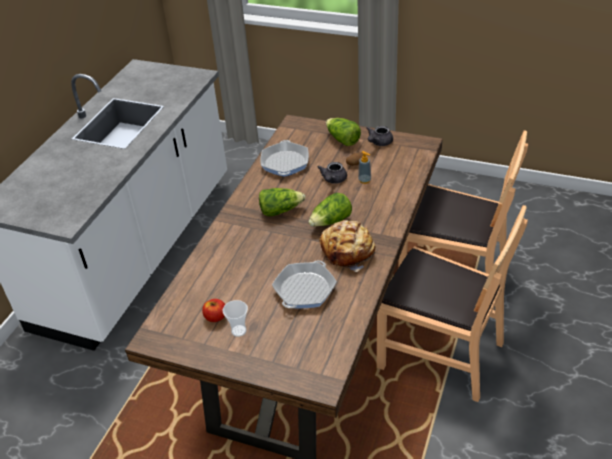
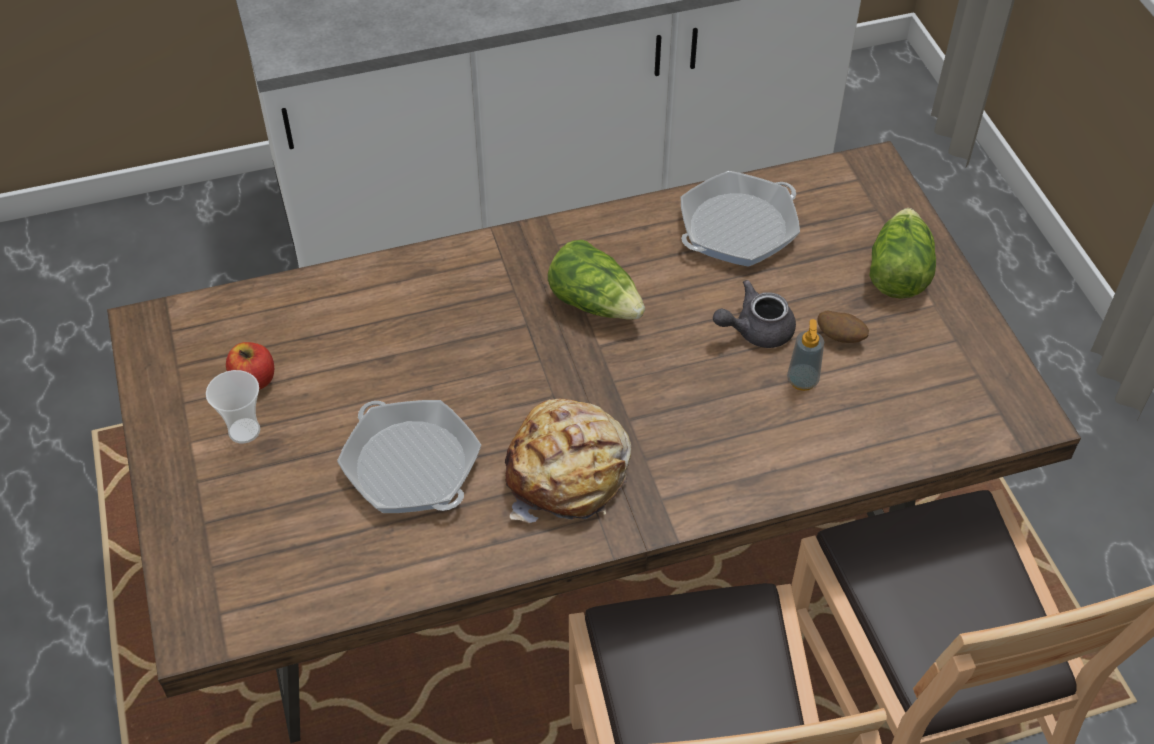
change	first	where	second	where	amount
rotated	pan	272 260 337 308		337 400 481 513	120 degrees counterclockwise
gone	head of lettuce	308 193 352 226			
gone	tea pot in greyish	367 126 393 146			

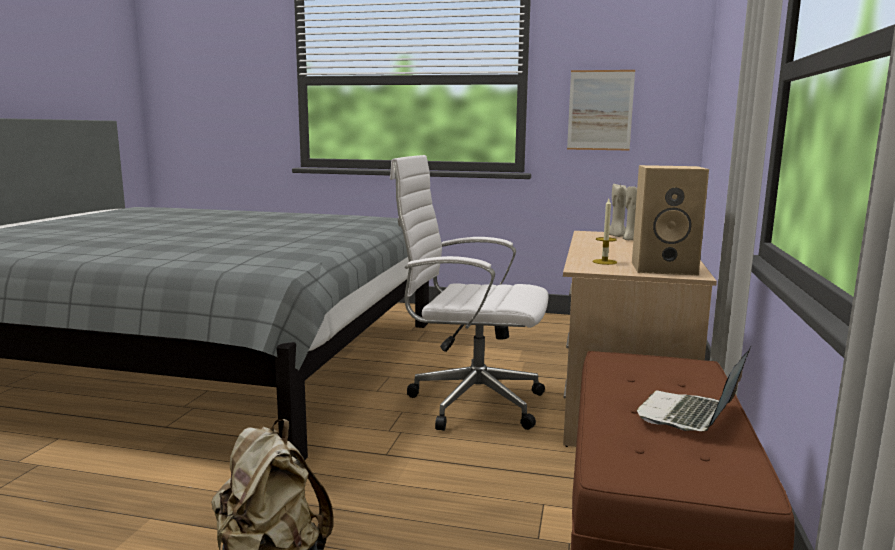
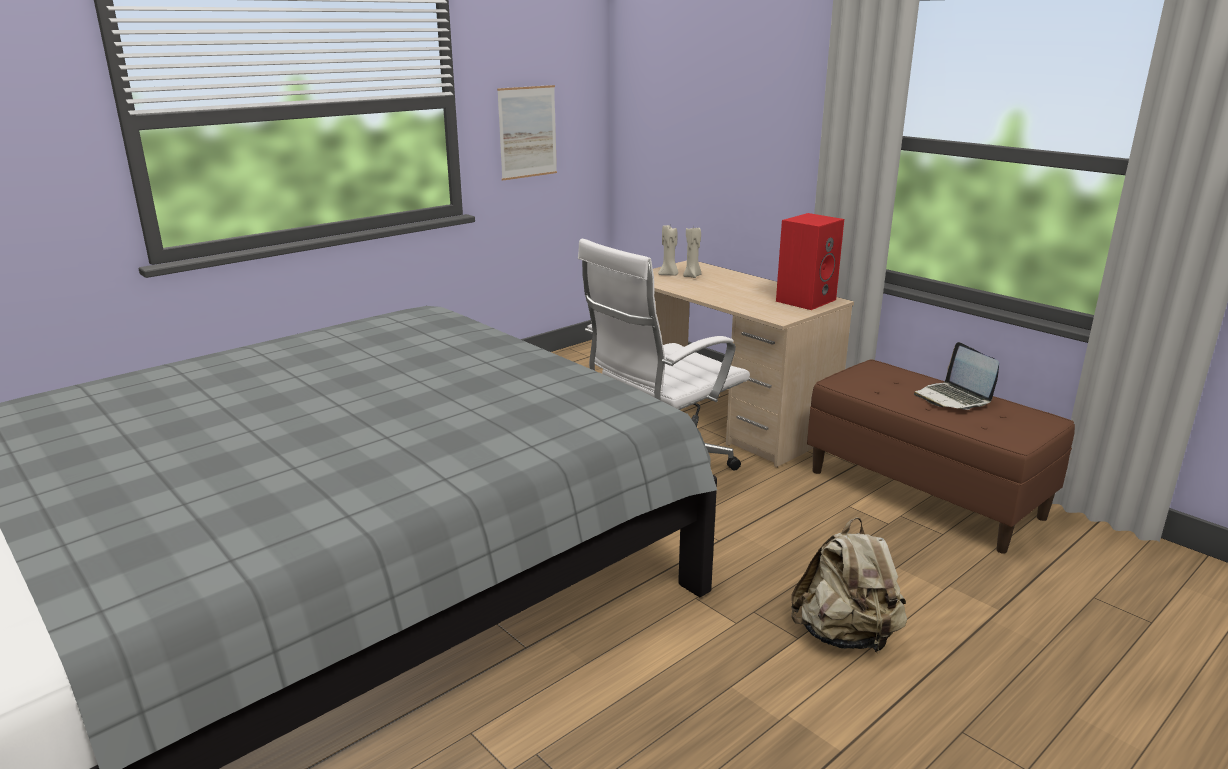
change	first	where	second	where	amount
repainted	speaker in sand-coloured	632 165 709 275	speaker in red-coloured	776 213 844 310	
gone	wax light	593 199 617 265			

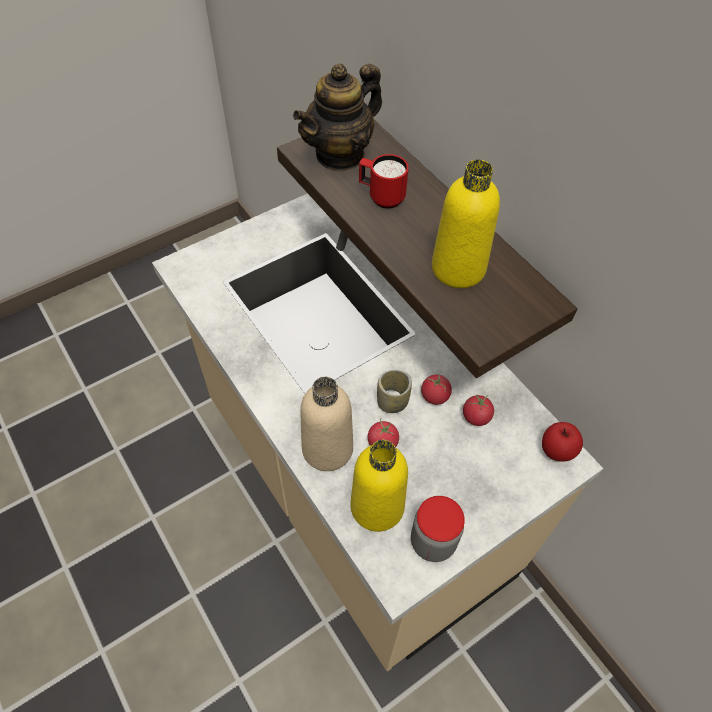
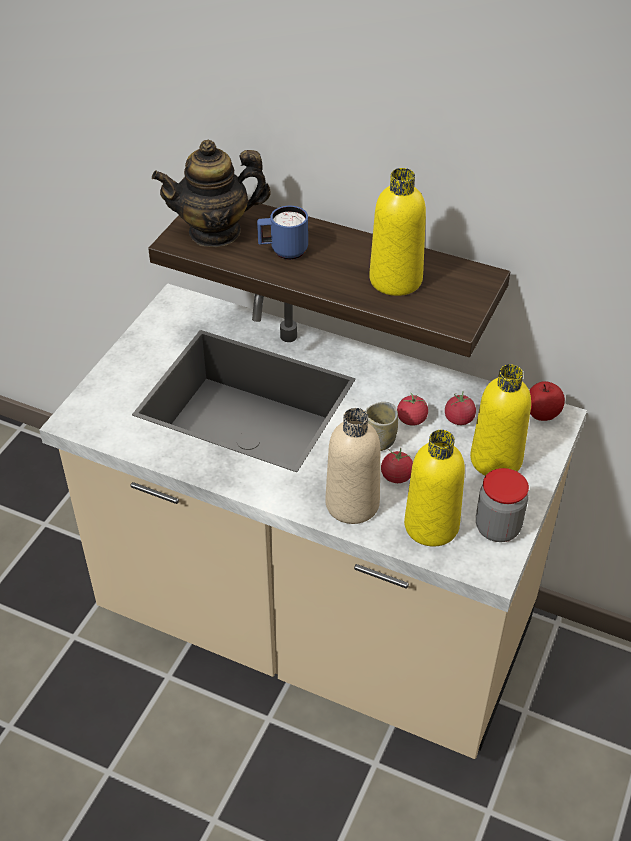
change	first	where	second	where	amount
rotated	tea pot	293 64 382 172		152 140 271 247	60 degrees clockwise
repainted	tea mug in red-coloured	359 154 409 209	tea mug in blue-coloured	257 206 308 260	
new			bottle in yellow-coloured	470 364 531 476	

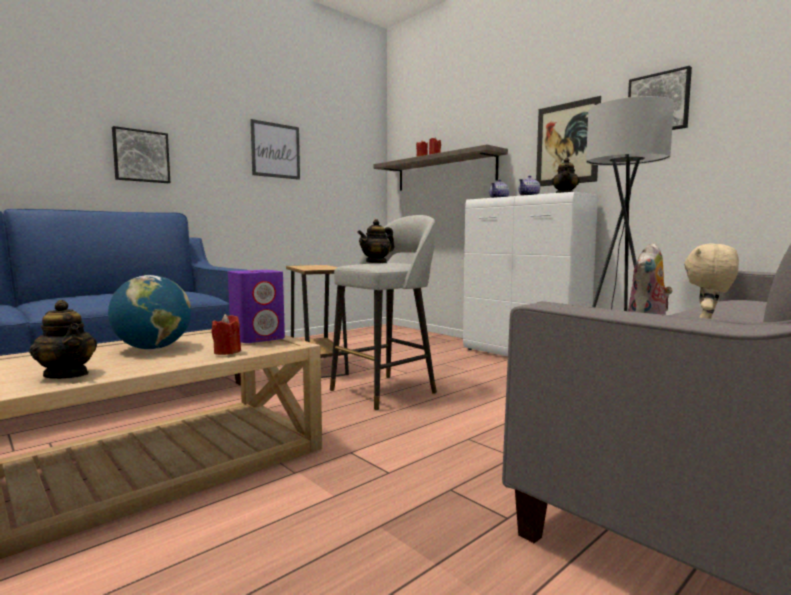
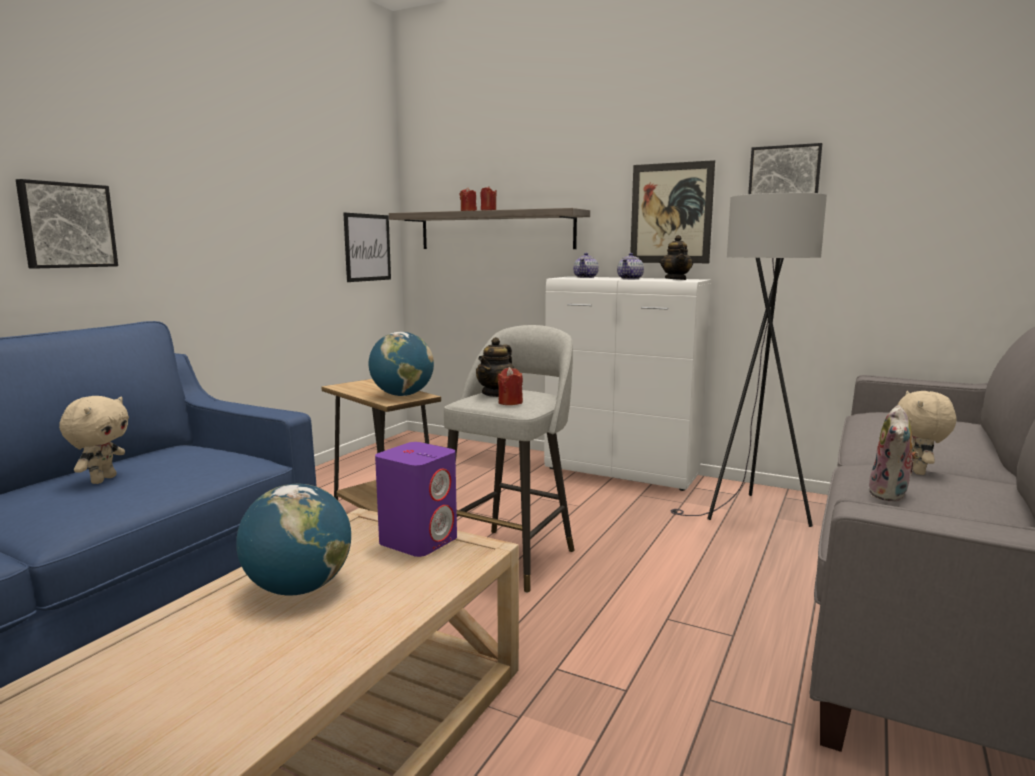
change	first	where	second	where	amount
new			plush toy in sand-coloured	59 396 129 484	
shifted	wall art	250 119 300 180		343 213 391 282	
new			globe	369 332 434 396	
shifted	wax light in red-coloured	211 314 241 355		498 367 523 405	
gone	tea pot	29 300 97 379			

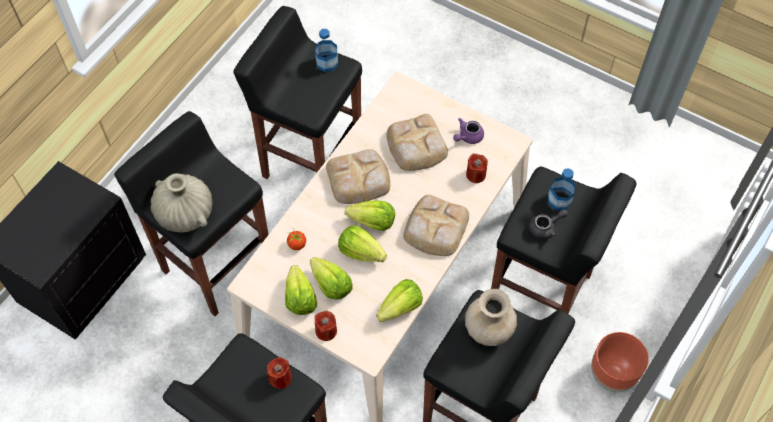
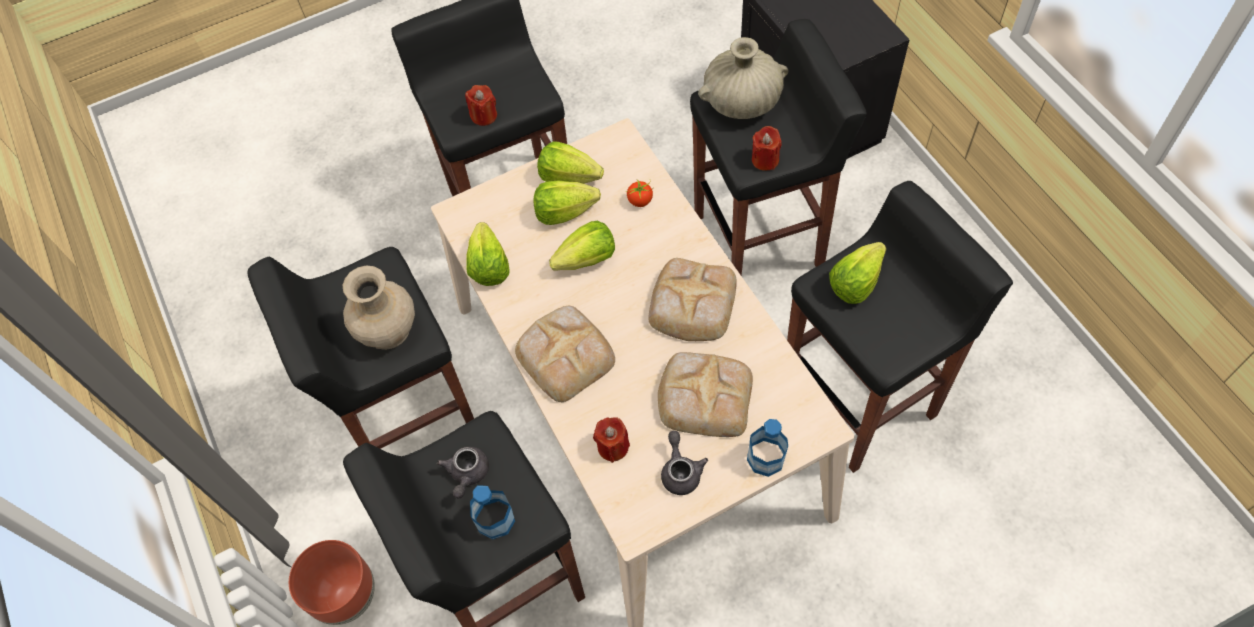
change	first	where	second	where	amount
repainted	tea pot in purple	453 118 484 144	tea pot in greyish	661 431 708 495	
shifted	bottle	315 29 338 72		747 419 788 477	
shifted	wax light in red-coloured	315 311 337 341		752 126 782 171	
shifted	head of lettuce	345 200 395 231		829 242 887 304	

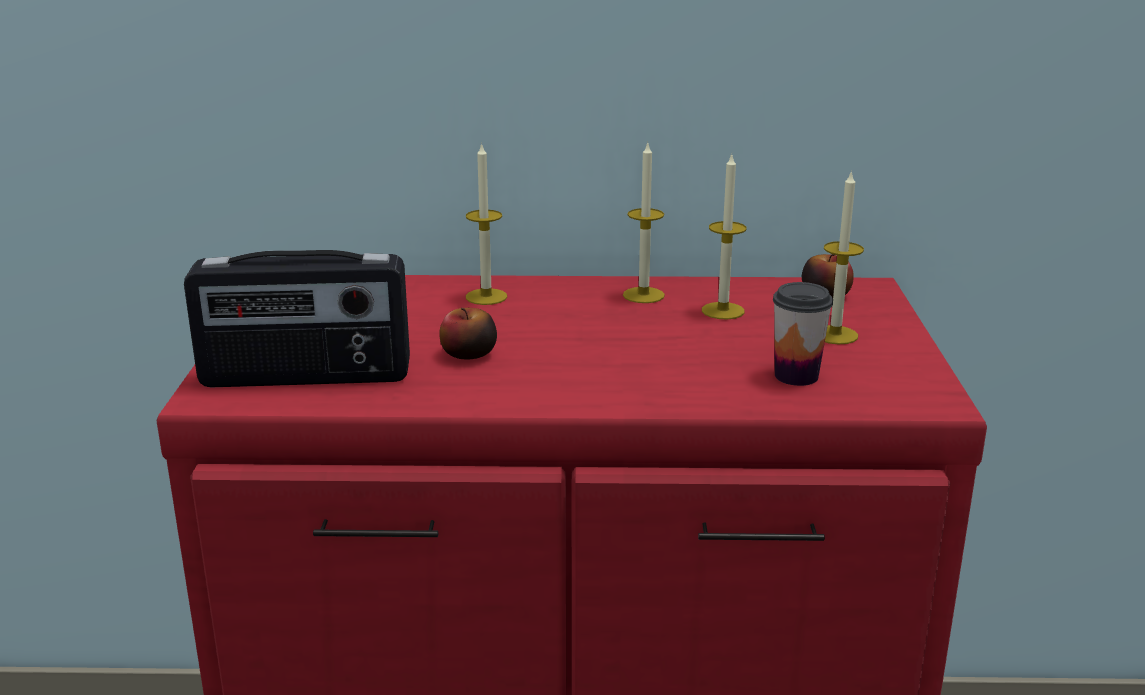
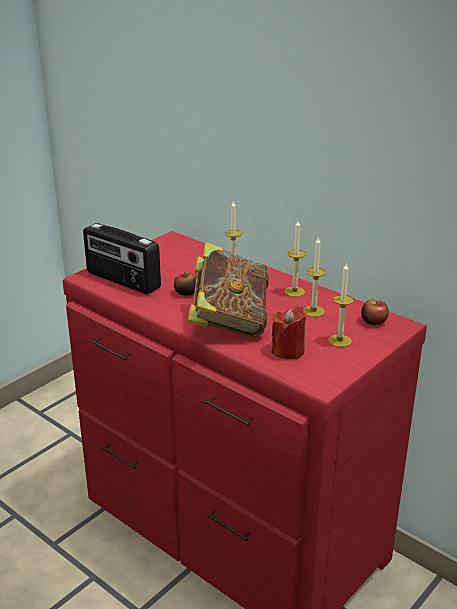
change	first	where	second	where	amount
new			book	188 242 269 338	
swapped	small cup	773 282 833 386	wax light in red-coloured	272 309 306 359	

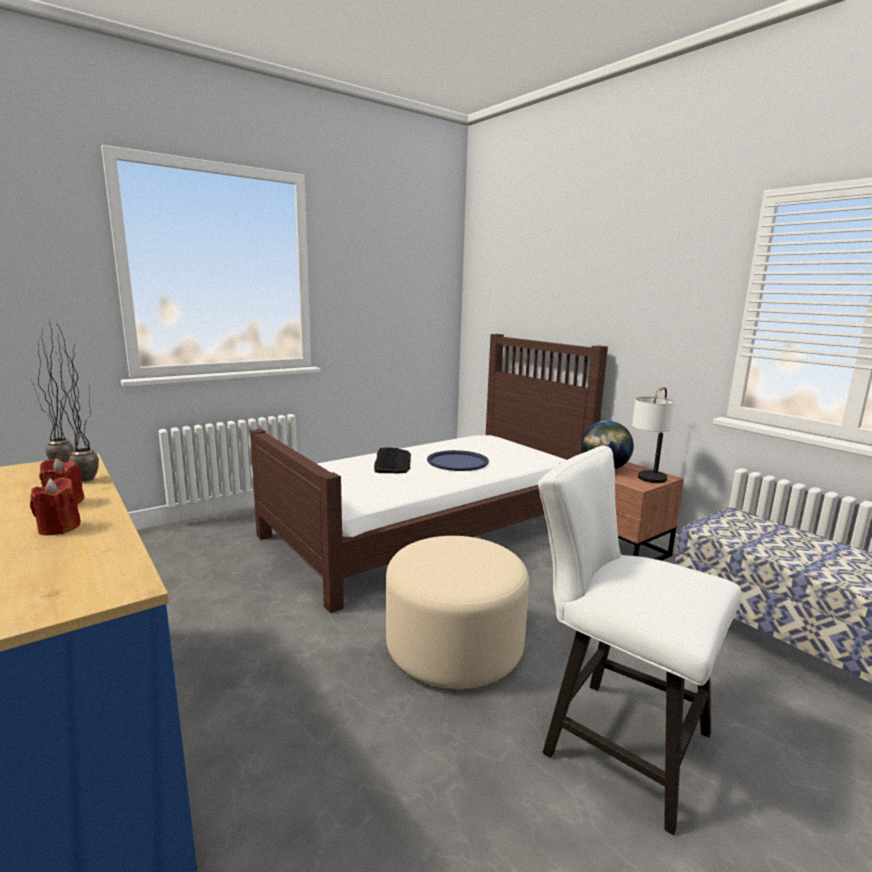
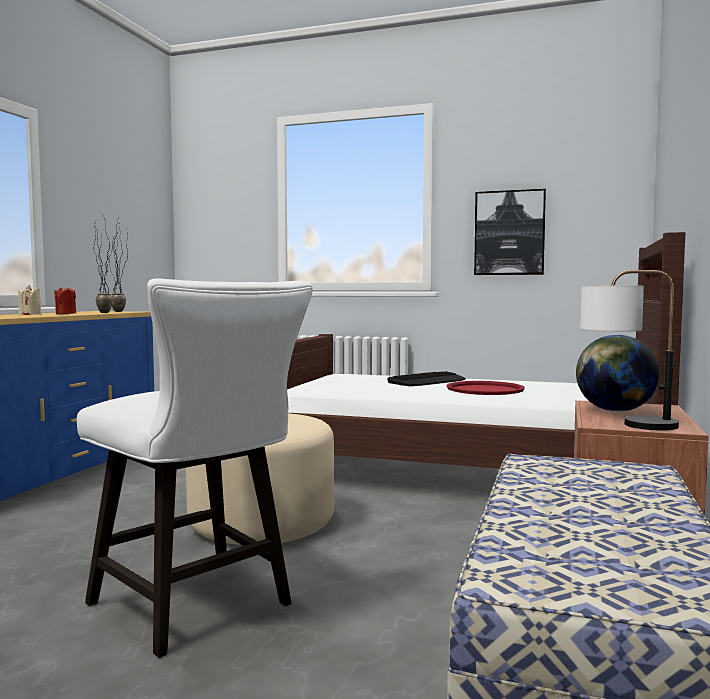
change	first	where	second	where	amount
repainted	wax light in red-coloured	30 477 81 535	wax light in sand-coloured	18 285 42 315	
rotated	chair in white	538 446 742 835		77 278 313 658	135 degrees clockwise
repainted	carrying tray in blue-coloured	427 450 489 471	carrying tray in red-coloured	447 381 525 395	
new			wall art	474 189 546 275	

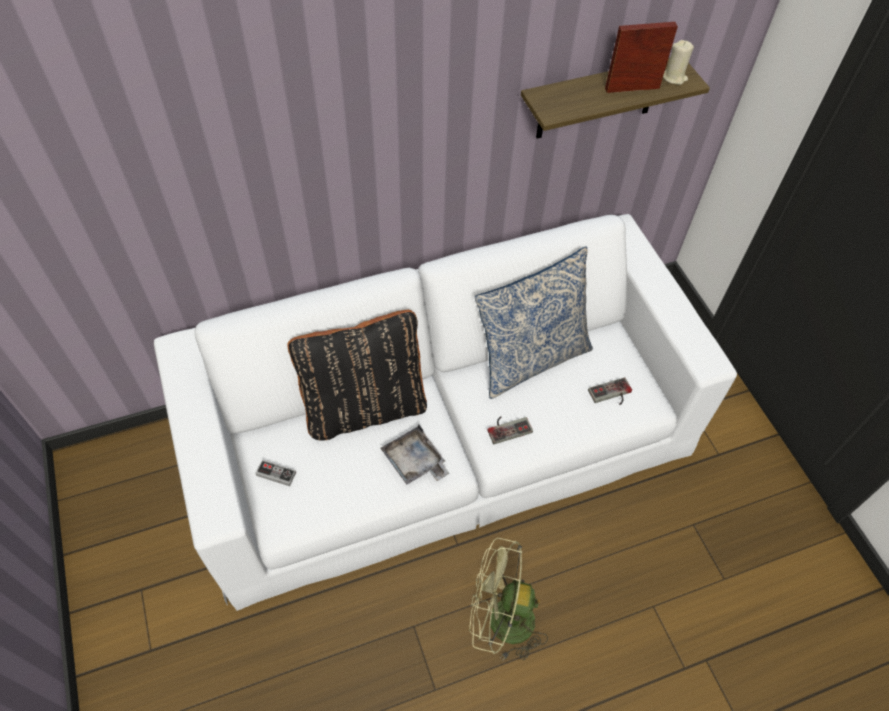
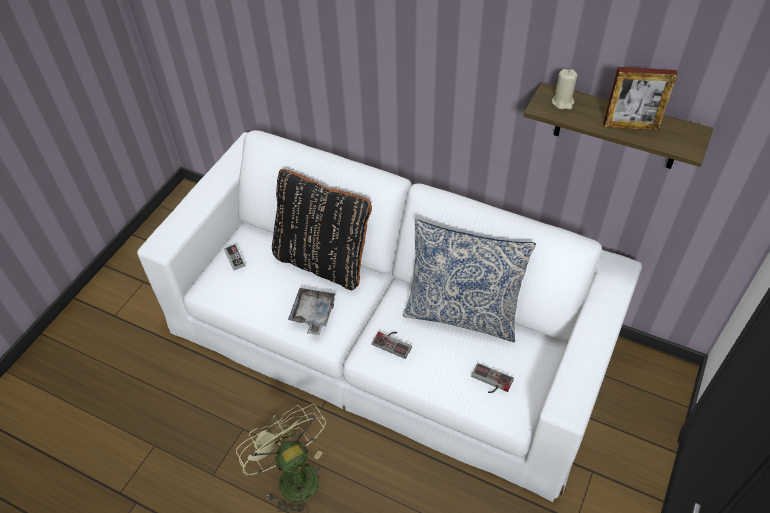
change	first	where	second	where	amount
shifted	wax light in sand-coloured	663 40 694 85		552 69 577 110	
rotated	standing frame	605 22 678 93		604 67 678 131	150 degrees clockwise

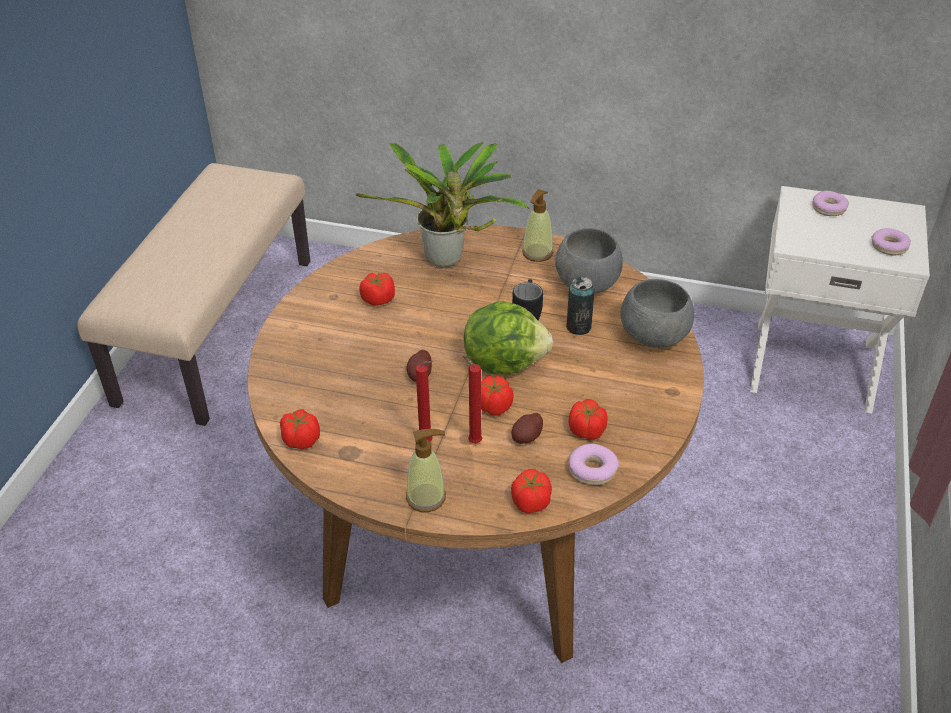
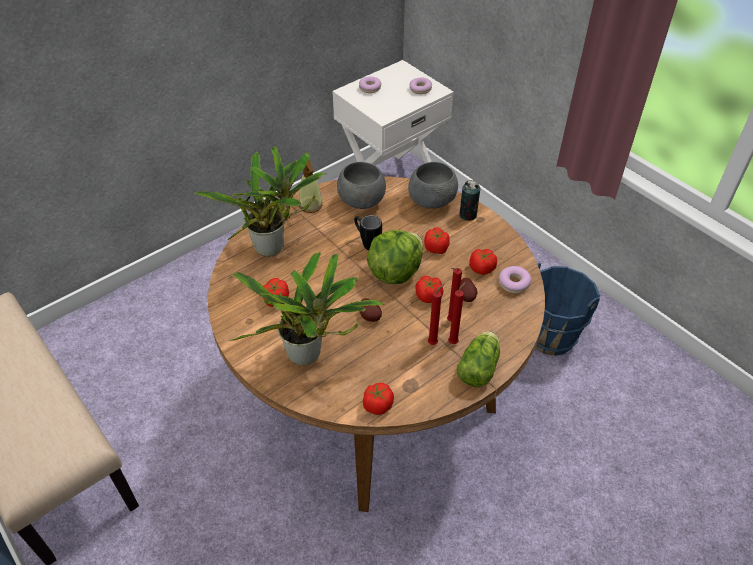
change	first	where	second	where	amount
new			plant in a pot	229 252 385 366	
shifted	whole tomato	511 469 552 513		424 227 450 254	
new			wax light in red-coloured	448 282 466 344	
swapped	soap dispenser	406 429 446 512	head of lettuce	457 331 500 387	
shifted	can	566 277 595 335		459 180 480 221	
new			bucket in blue-coloured	535 263 600 356	

